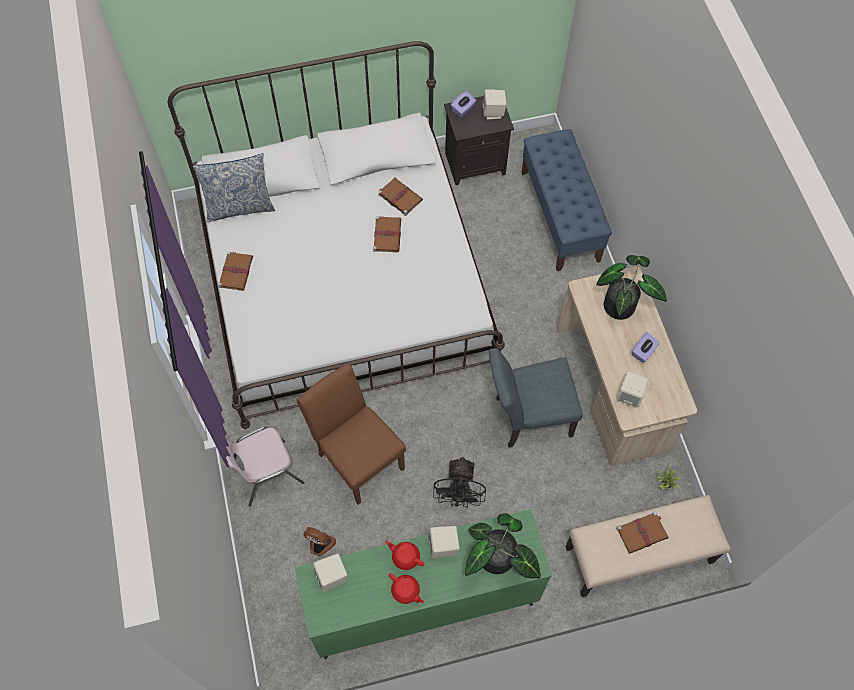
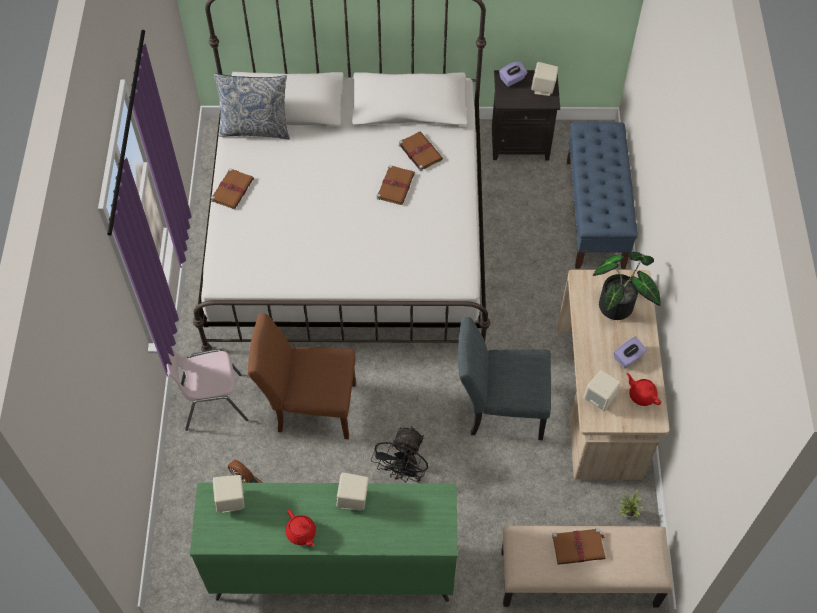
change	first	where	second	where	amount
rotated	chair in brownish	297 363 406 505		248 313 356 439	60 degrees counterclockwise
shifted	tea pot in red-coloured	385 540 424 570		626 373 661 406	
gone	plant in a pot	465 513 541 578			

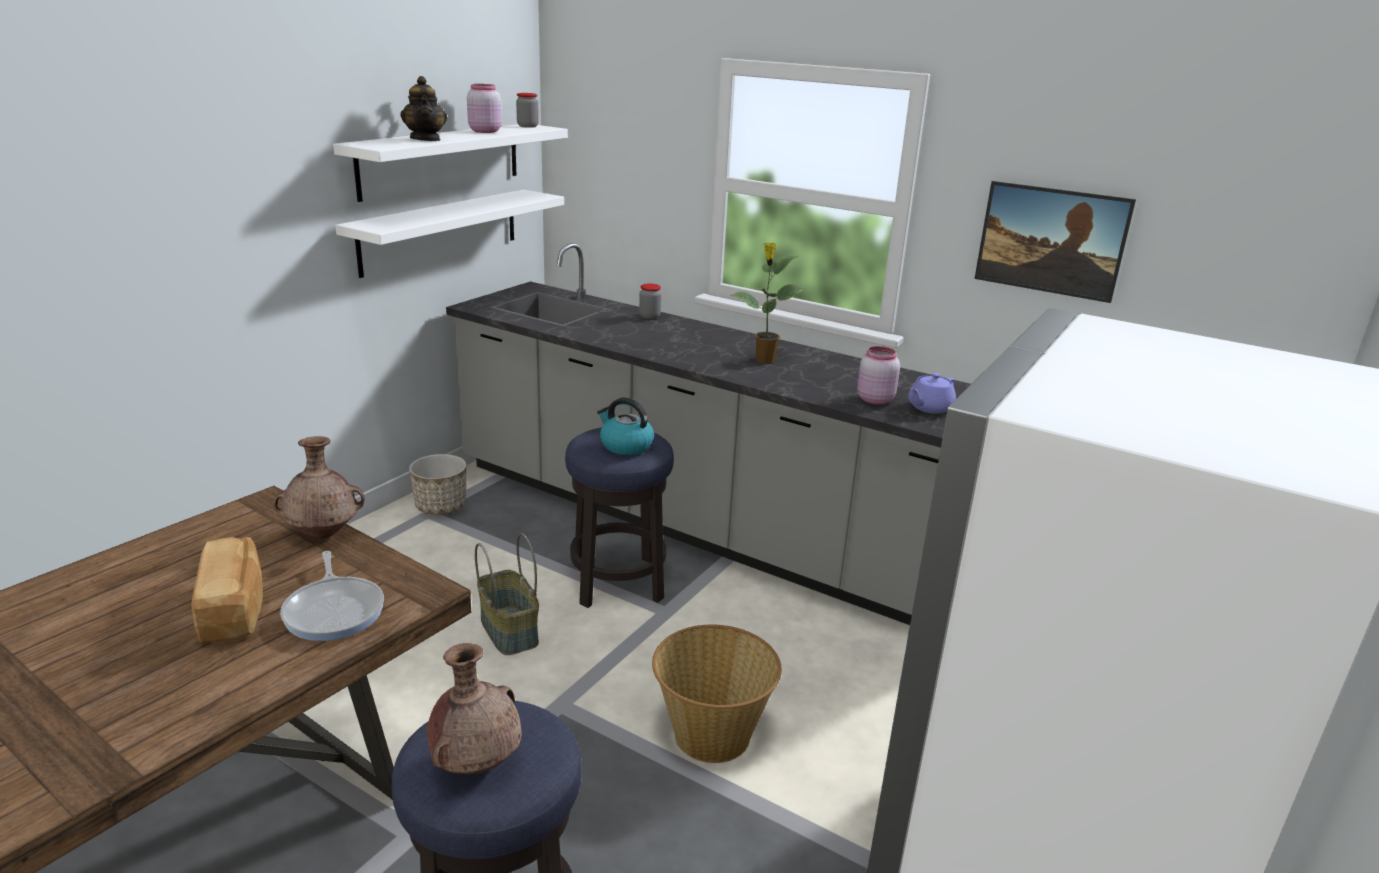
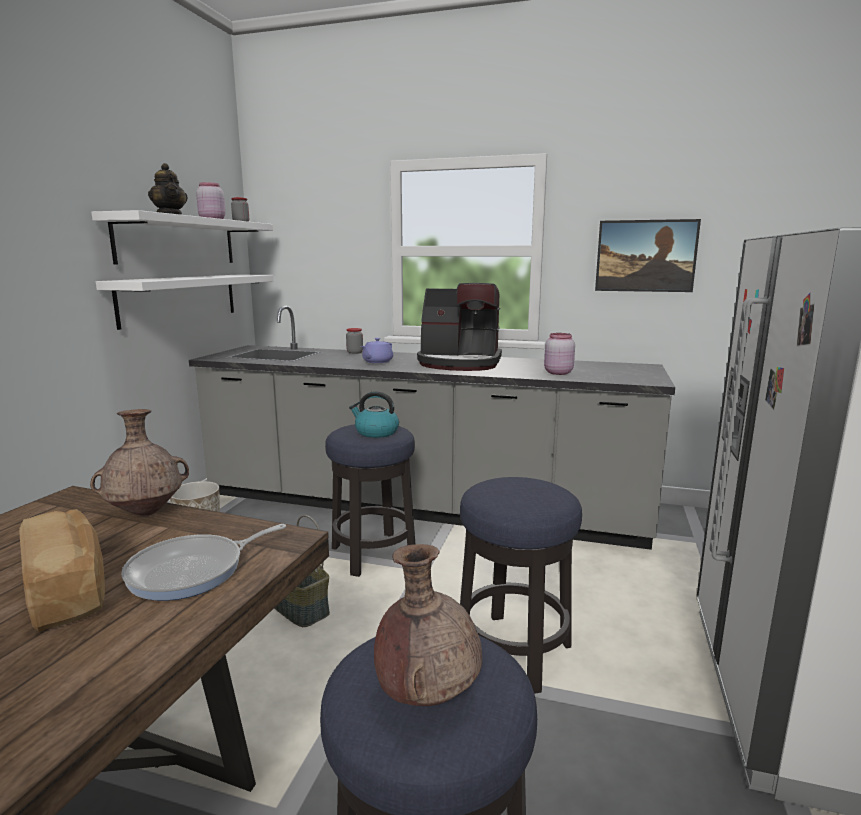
change	first	where	second	where	amount
rotated	pan	280 551 384 641		121 524 286 601	90 degrees clockwise
shifted	tea pot in purple	908 373 956 413		361 338 393 363	
swapped	plant in a pot	730 242 807 363	coffee maker	417 283 502 371	
swapped	basket	652 625 782 763	stool seat	460 477 582 694	

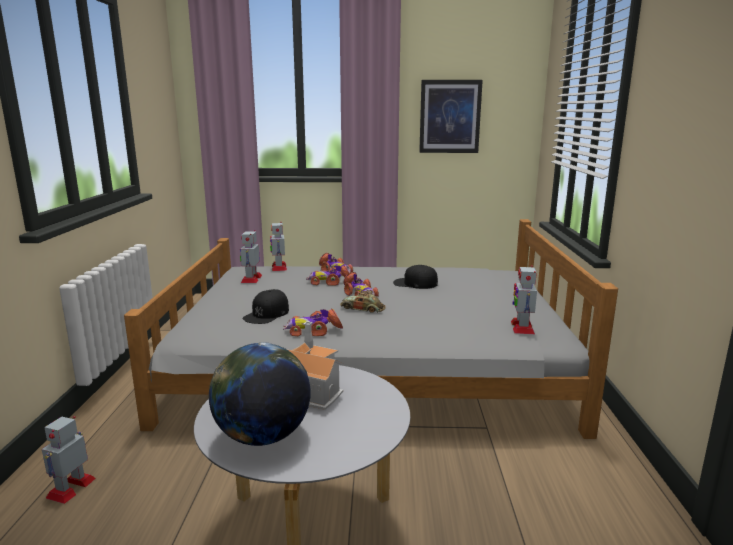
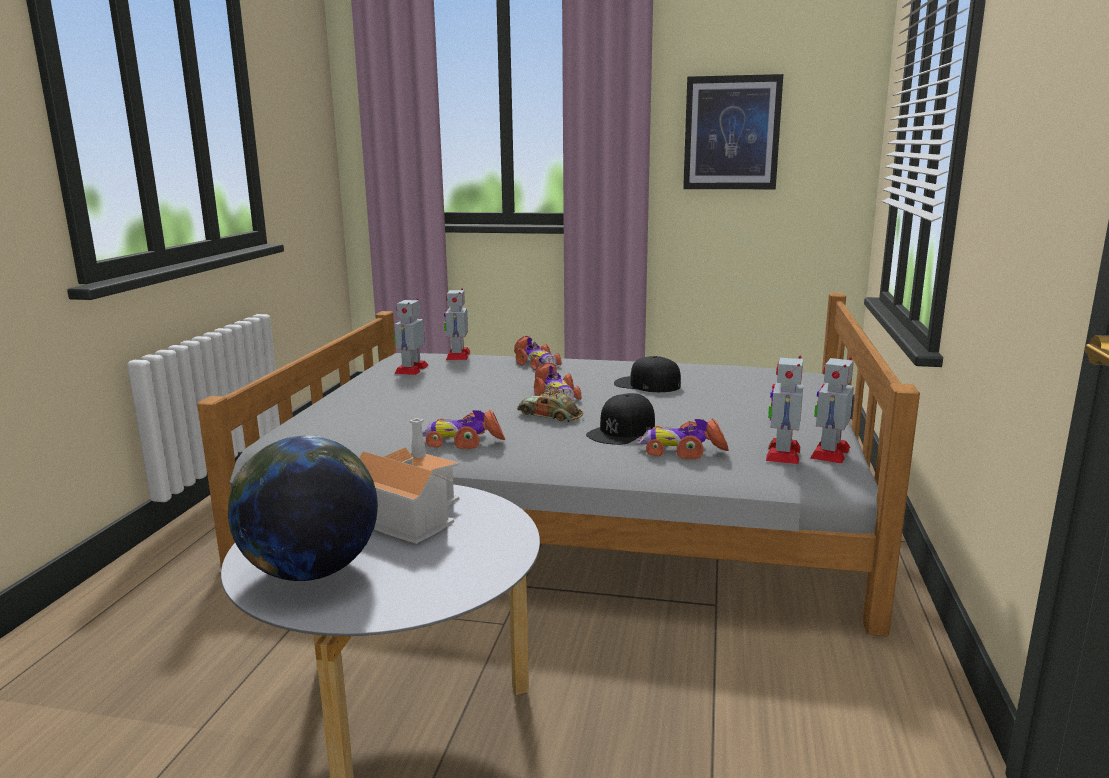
change	first	where	second	where	amount
shifted	peaked cap in blackish	243 289 289 324		586 393 655 445	
shifted	miniature car	306 265 349 286		636 418 729 459	
shifted	toy robot	42 416 96 504		810 357 854 464	

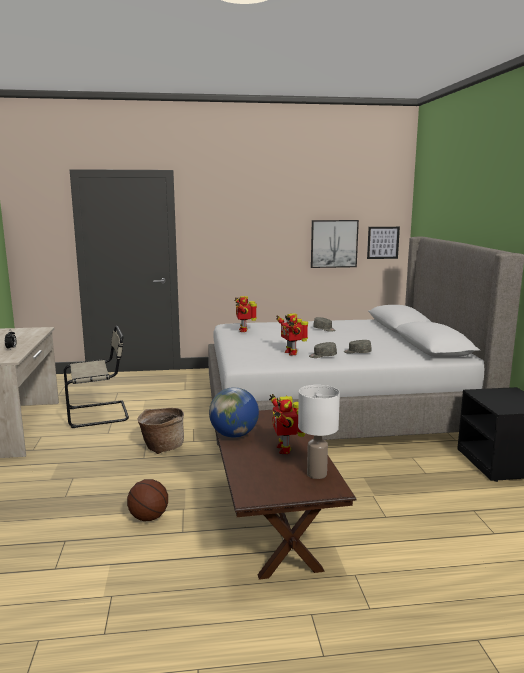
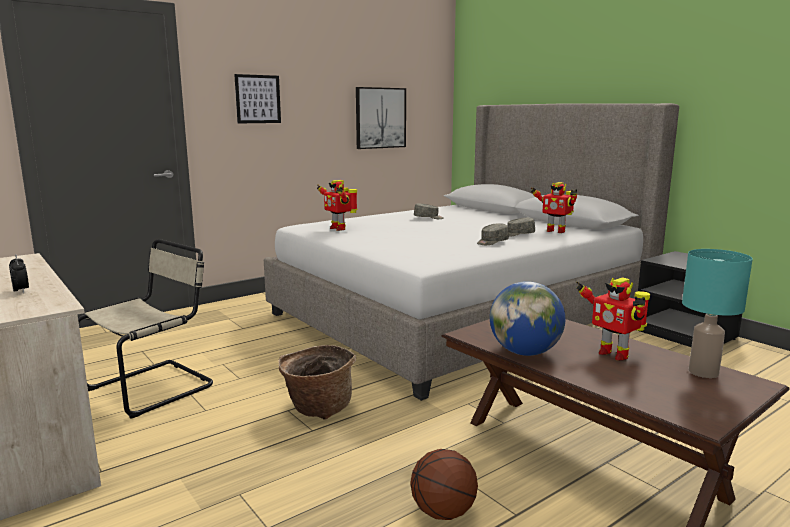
change	first	where	second	where	amount
shifted	wall art	367 227 400 259		234 74 281 123	
shifted	toy robot	276 313 308 355		531 182 577 233	
repainted	tabletop lamp in white	298 385 340 479	tabletop lamp in turquoise	682 249 753 378	

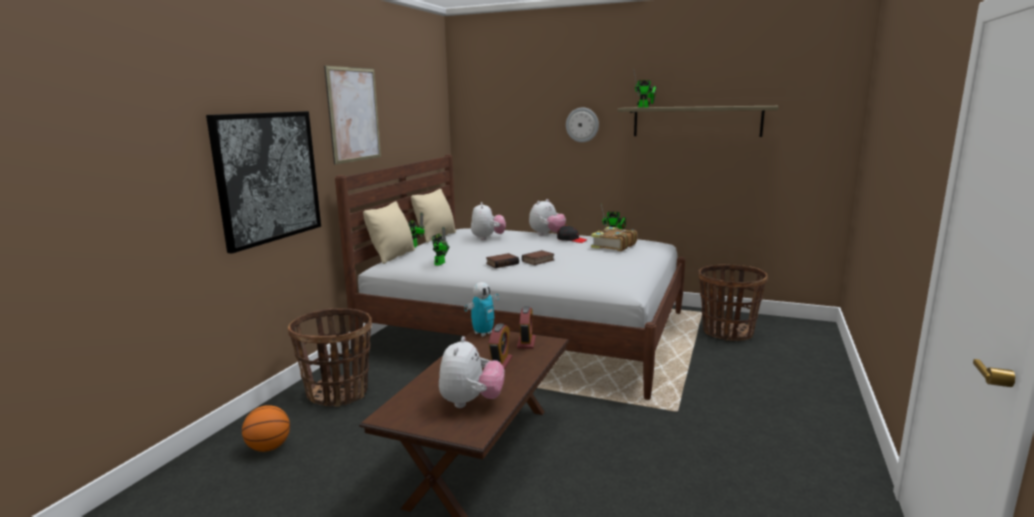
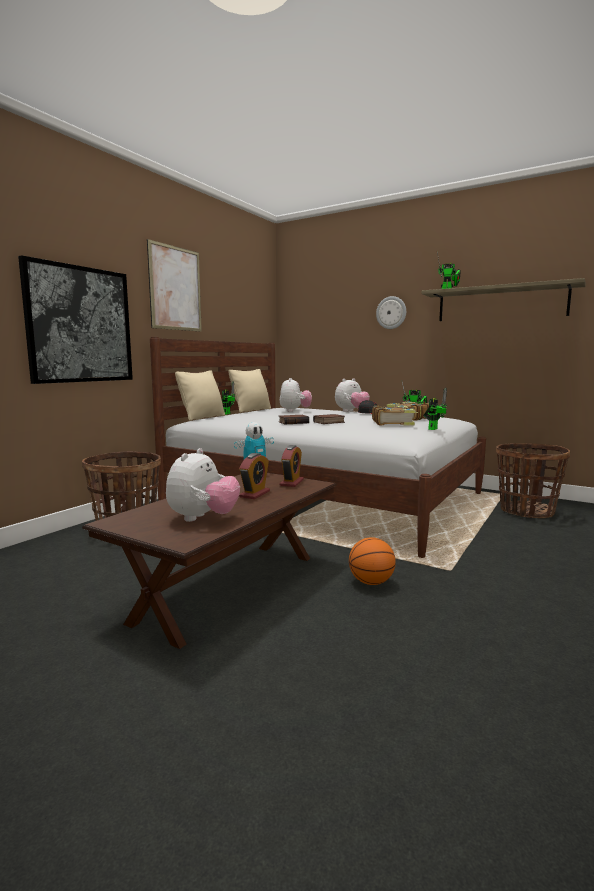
change	first	where	second	where	amount
shifted	basketball	242 405 290 452		349 537 396 585	
new			book	372 405 418 426	
shifted	toy robot	432 226 449 266		423 387 448 430	

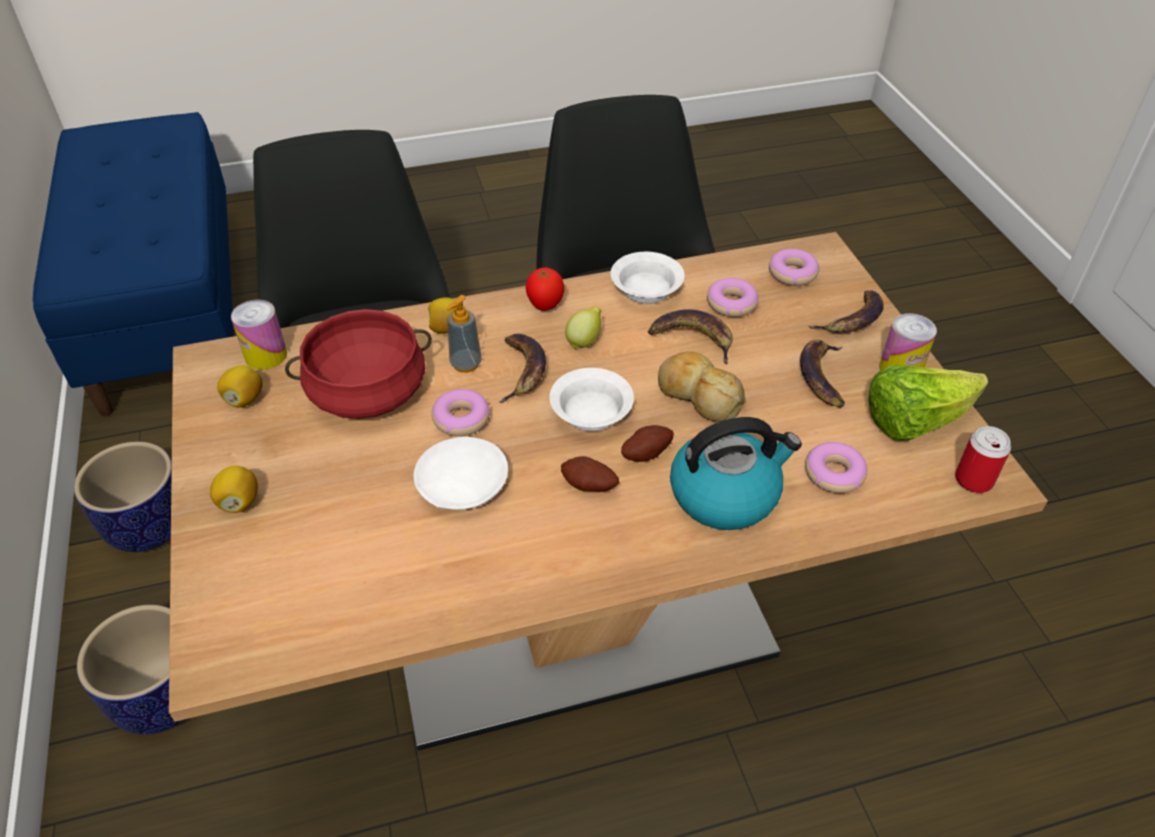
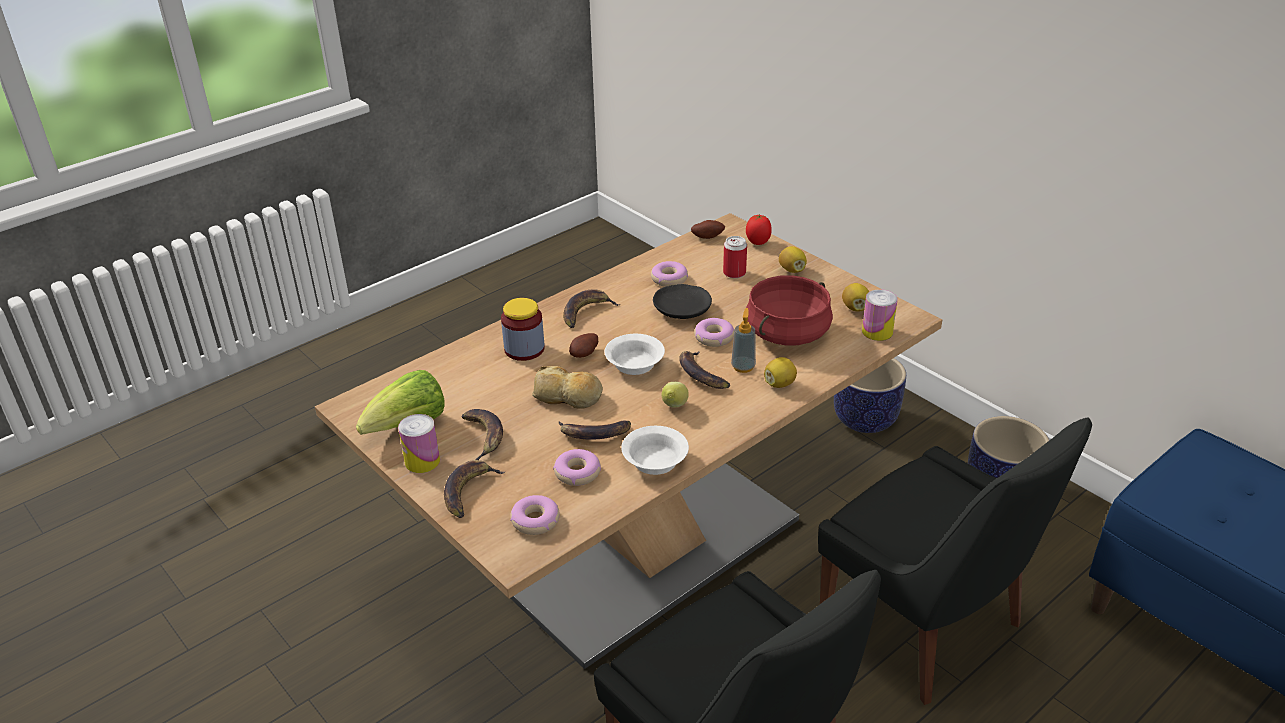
change	first	where	second	where	amount
swapped	water kettle	670 417 802 530	storage jar	501 298 544 361	
new			banana	563 289 620 328	
shifted	doughnut	805 442 868 493		651 261 688 287	
repainted	plate in white	413 437 508 510	plate in blackish	653 284 712 319	
shifted	spud	561 456 619 492		691 220 725 239	
shifted	can	955 426 1011 493		723 236 747 278	
shifted	whole tomato	526 267 564 311		746 214 772 245	

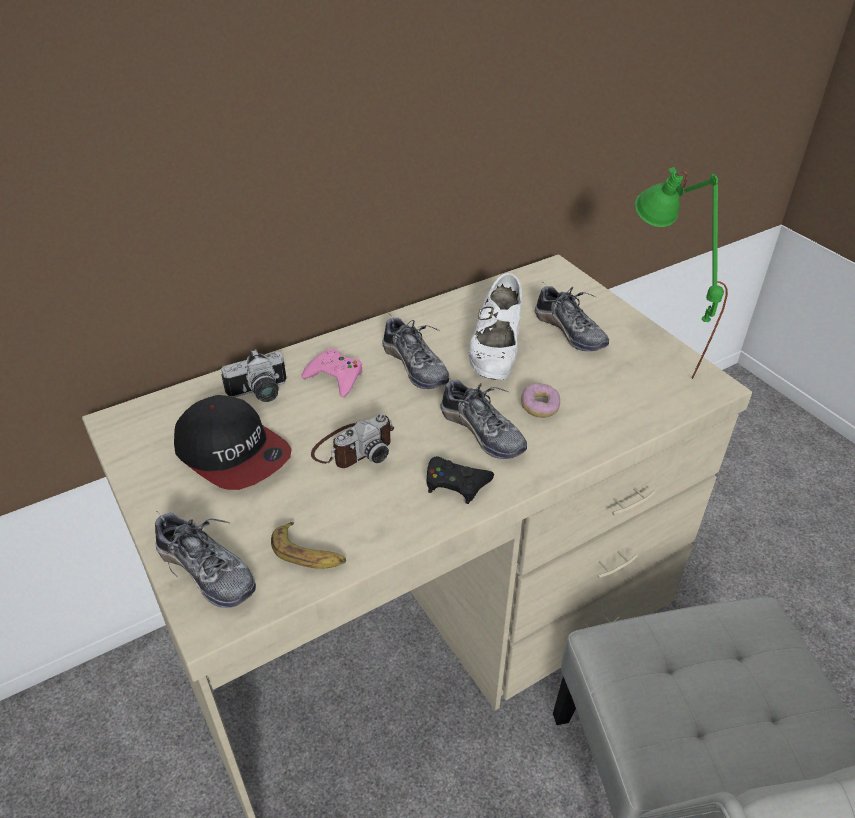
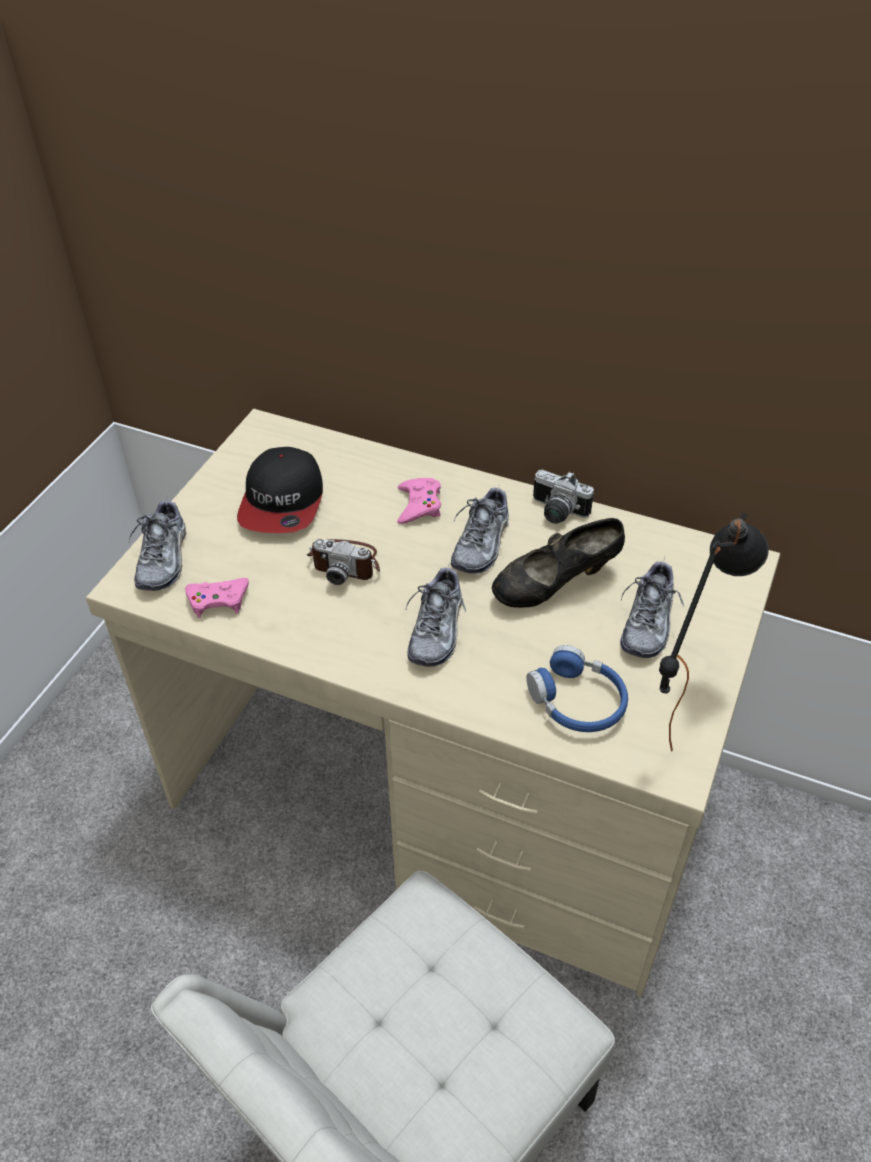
change	first	where	second	where	amount
swapped	banana	271 522 346 569	gamepad in pink	185 578 249 618	
repainted	item of footwear in white	469 273 522 380	item of footwear in blackish	492 518 625 608	
new			headset in blue-coloured	526 645 628 732	
shifted	photo camera	221 349 287 402		533 470 594 524	
repainted	tabletop lamp in greenish	635 167 728 379	tabletop lamp in blackish	659 512 769 752	
gone	gamepad in blackish	426 456 494 504			
gone	doughnut	521 383 560 418			

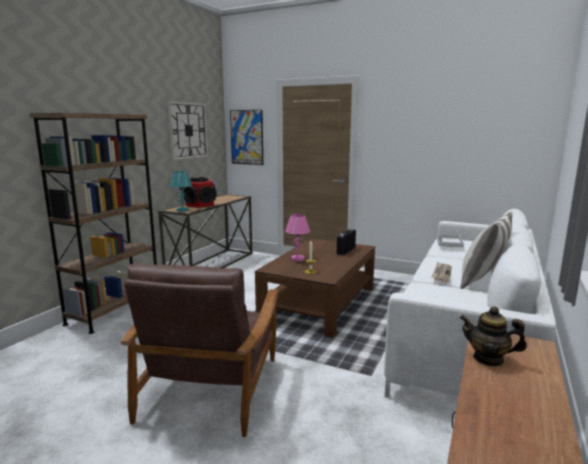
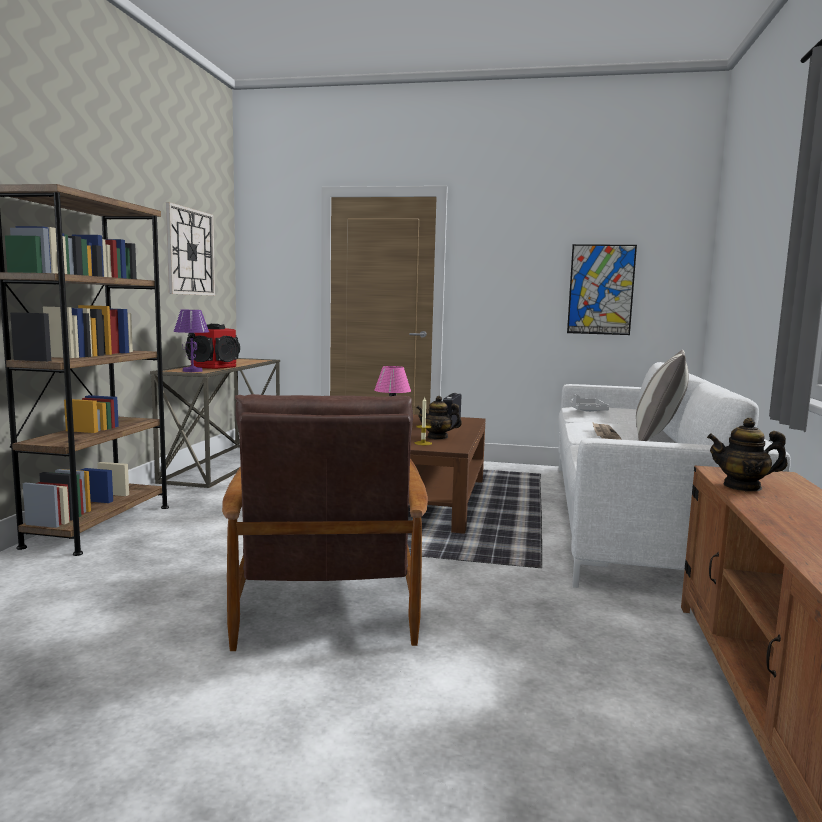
change	first	where	second	where	amount
repainted	tabletop lamp in turquoise	170 171 192 212	tabletop lamp in purple	173 310 209 372	
new			tea pot	416 396 462 440	
shifted	wall art	230 110 263 165		567 244 637 335	

